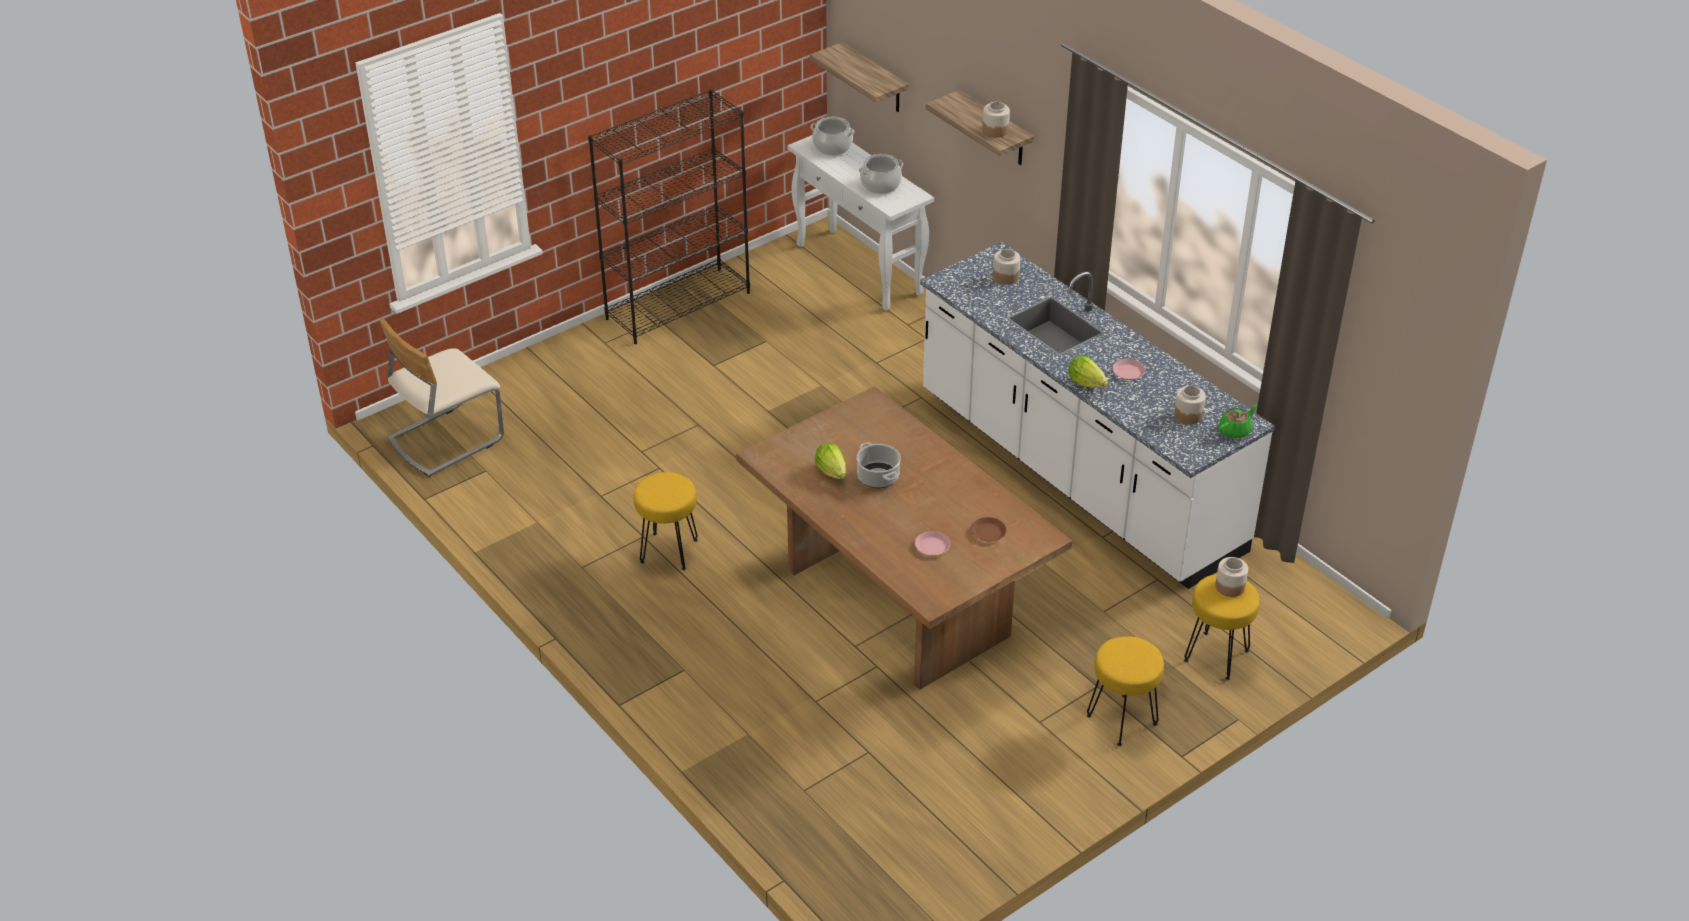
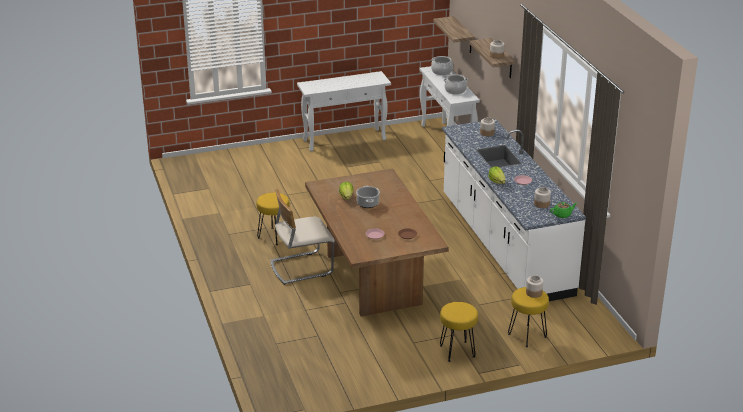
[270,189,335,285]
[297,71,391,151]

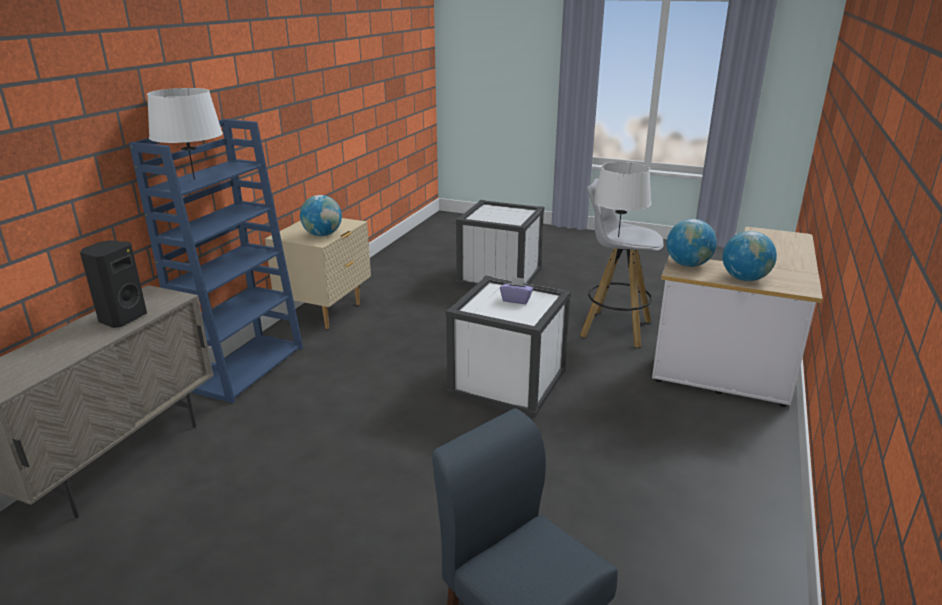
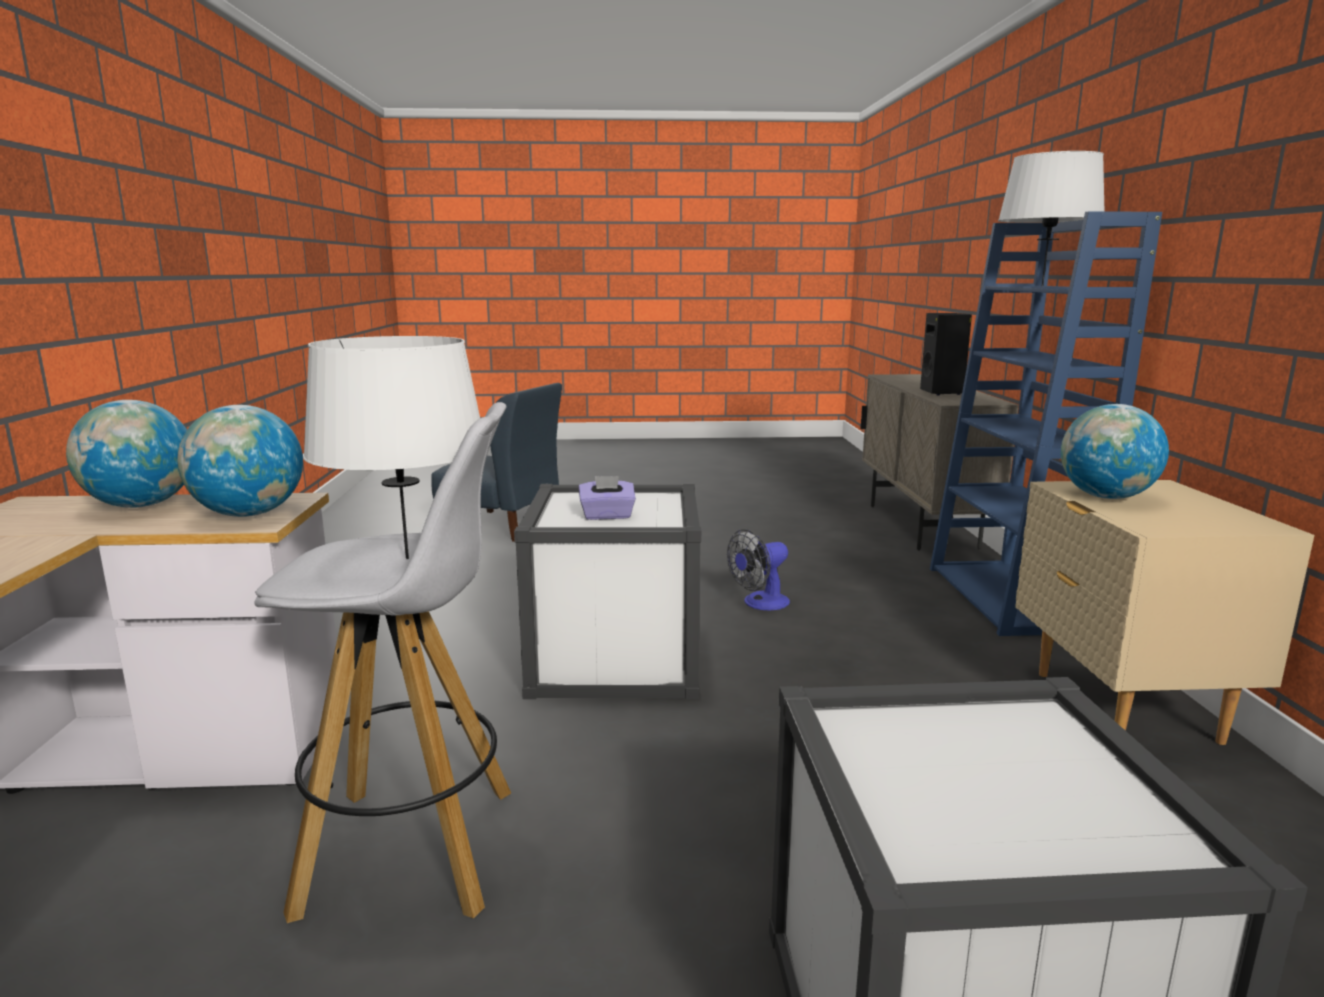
[727,529,790,610]

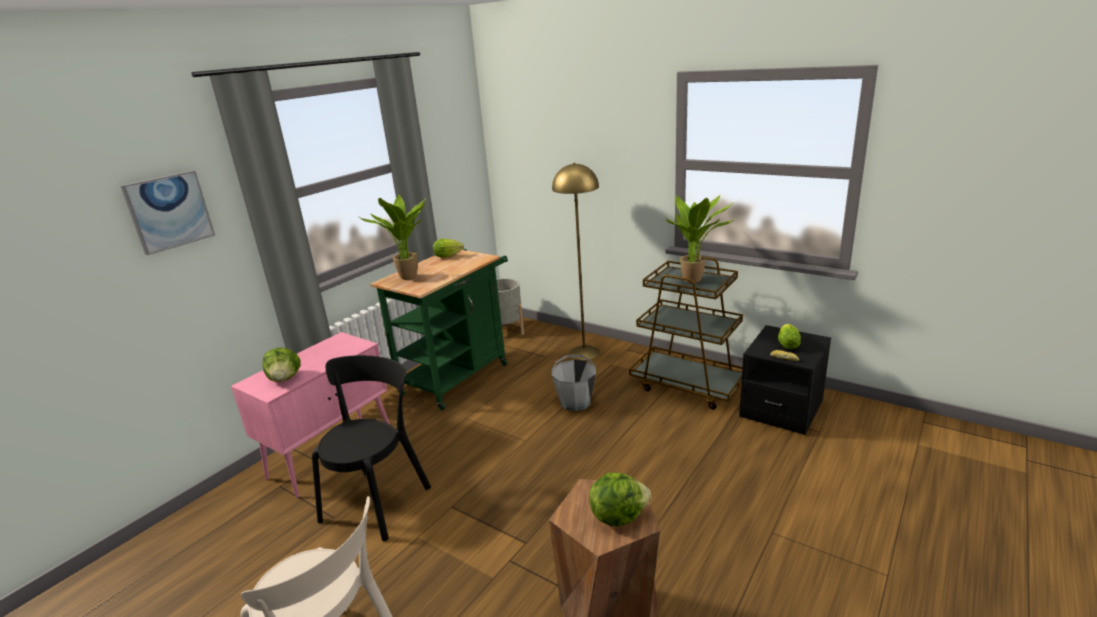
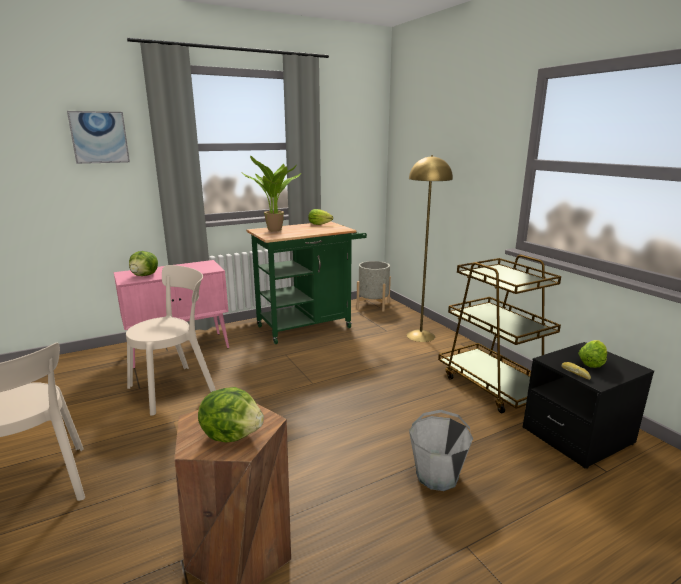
[126,265,216,416]
[409,410,473,491]
[666,195,735,283] (first image)

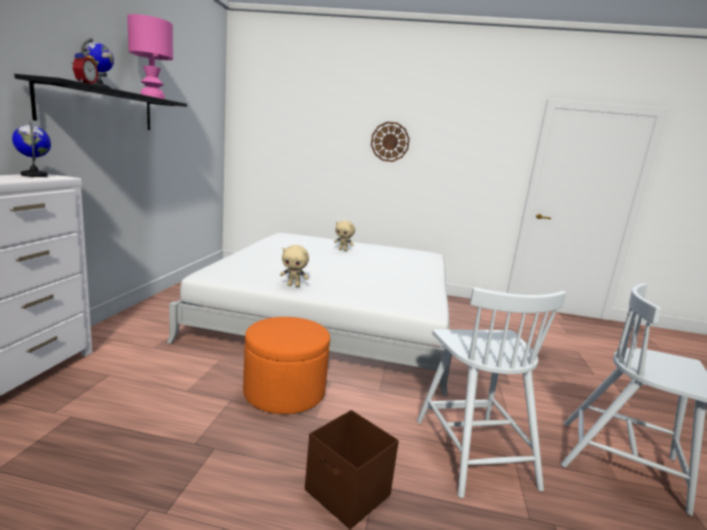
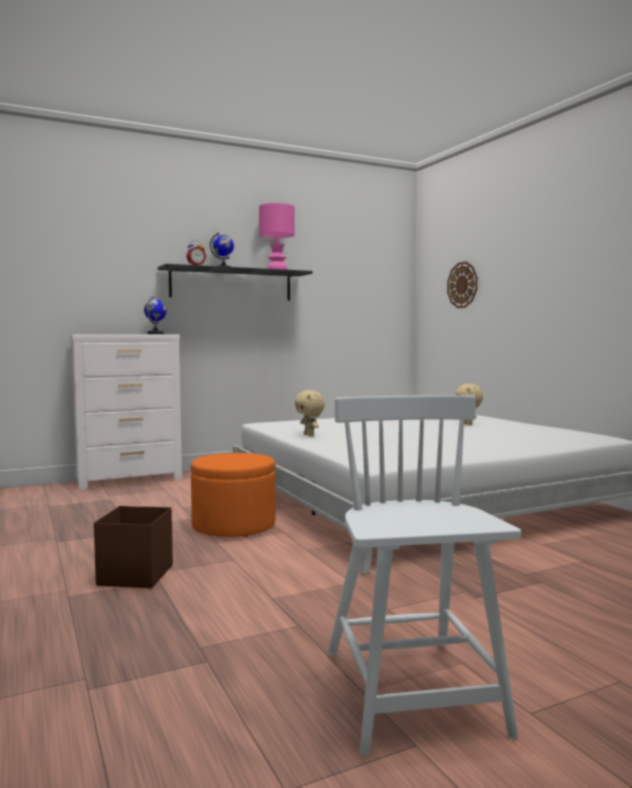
[447,261,477,308]
[417,288,566,498] (first image)

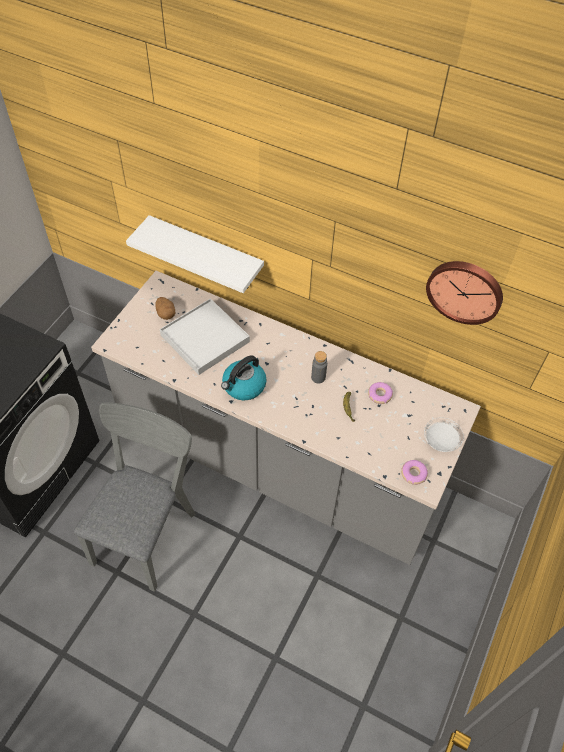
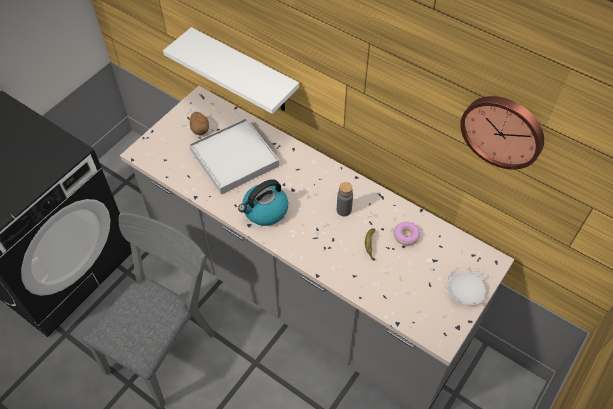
[401,460,428,485] (first image)

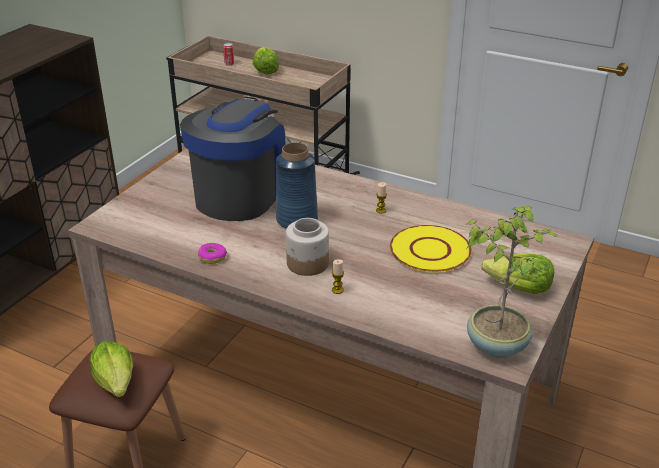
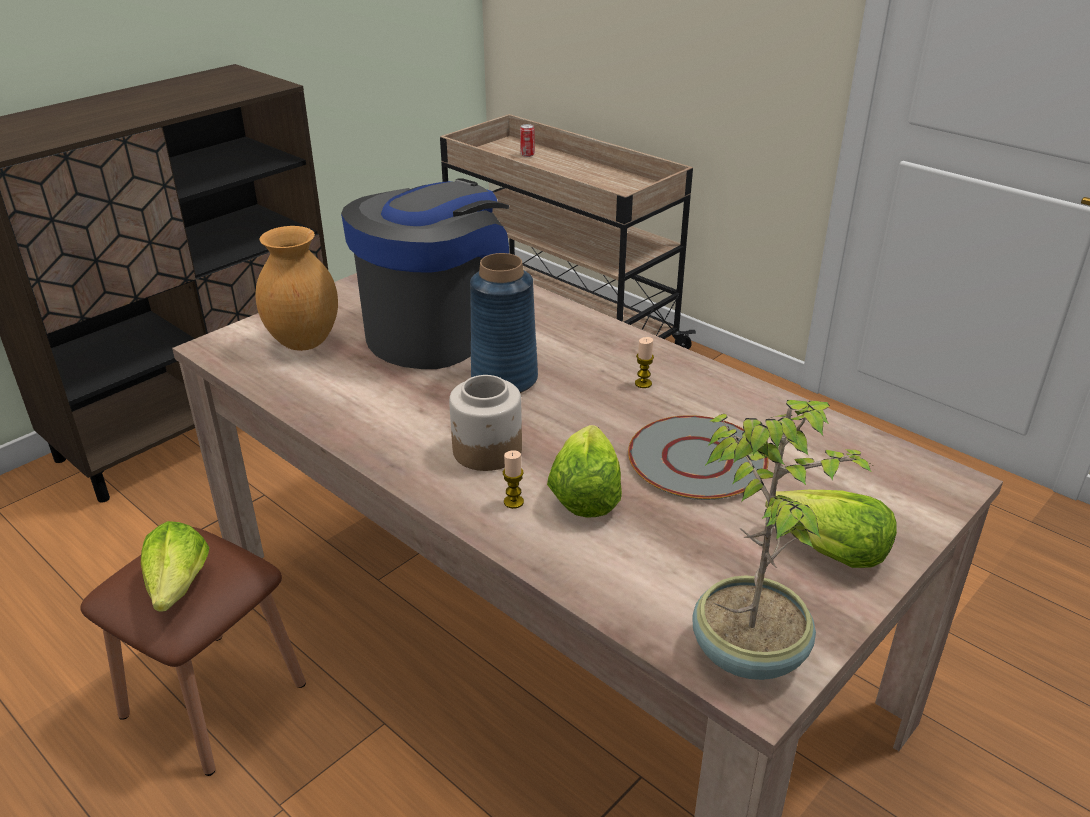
[198,243,227,264] (first image)
[547,425,622,518]
[628,415,768,500]
[256,226,338,351]

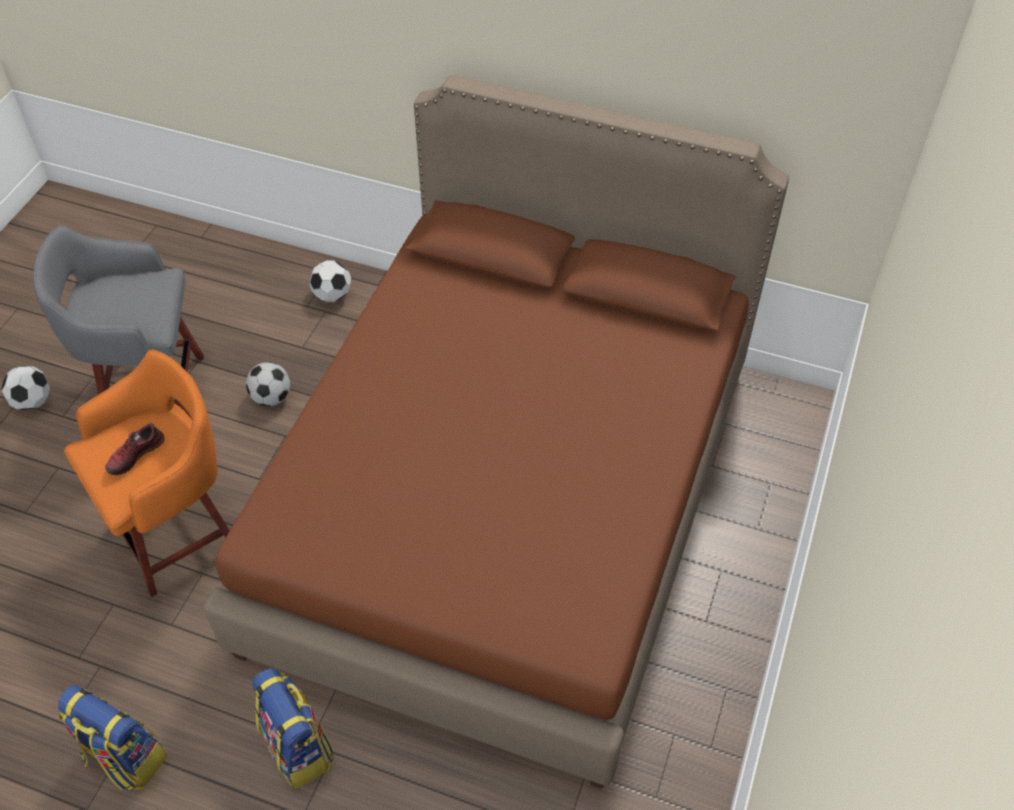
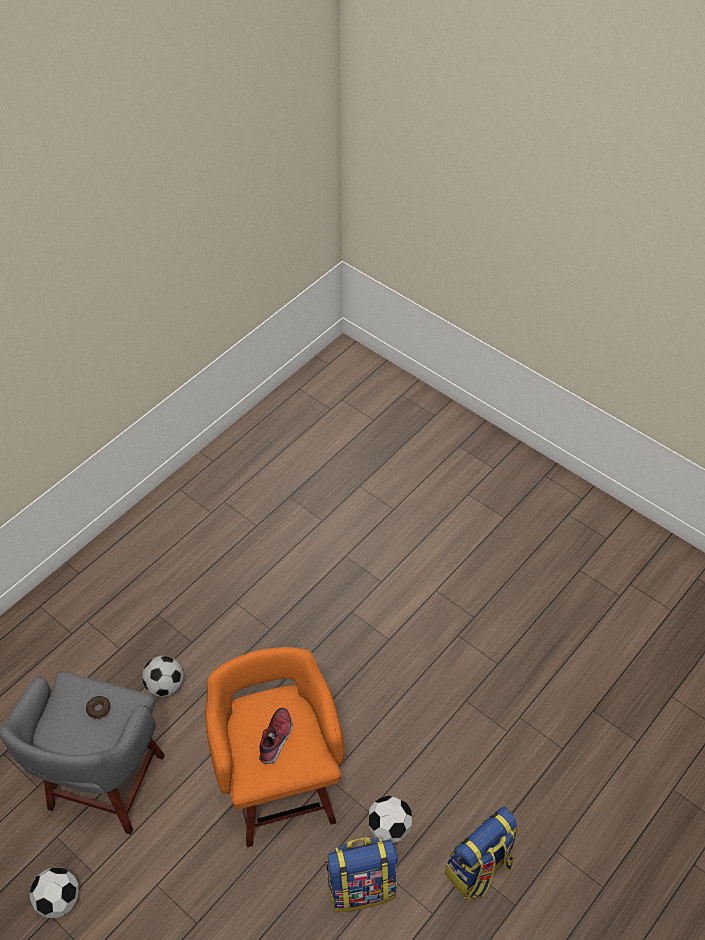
[259,708,293,764]
[204,75,789,789] (first image)
[326,837,398,912]
[369,795,412,843]
[86,696,111,719]

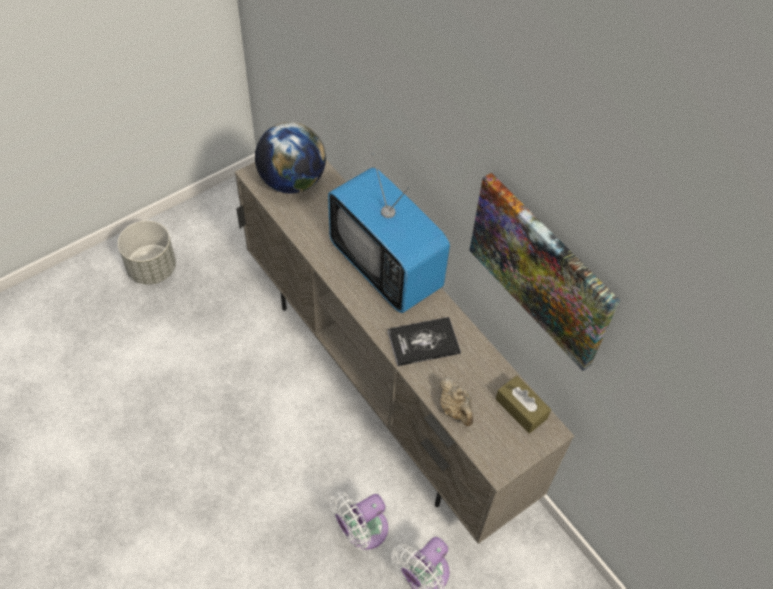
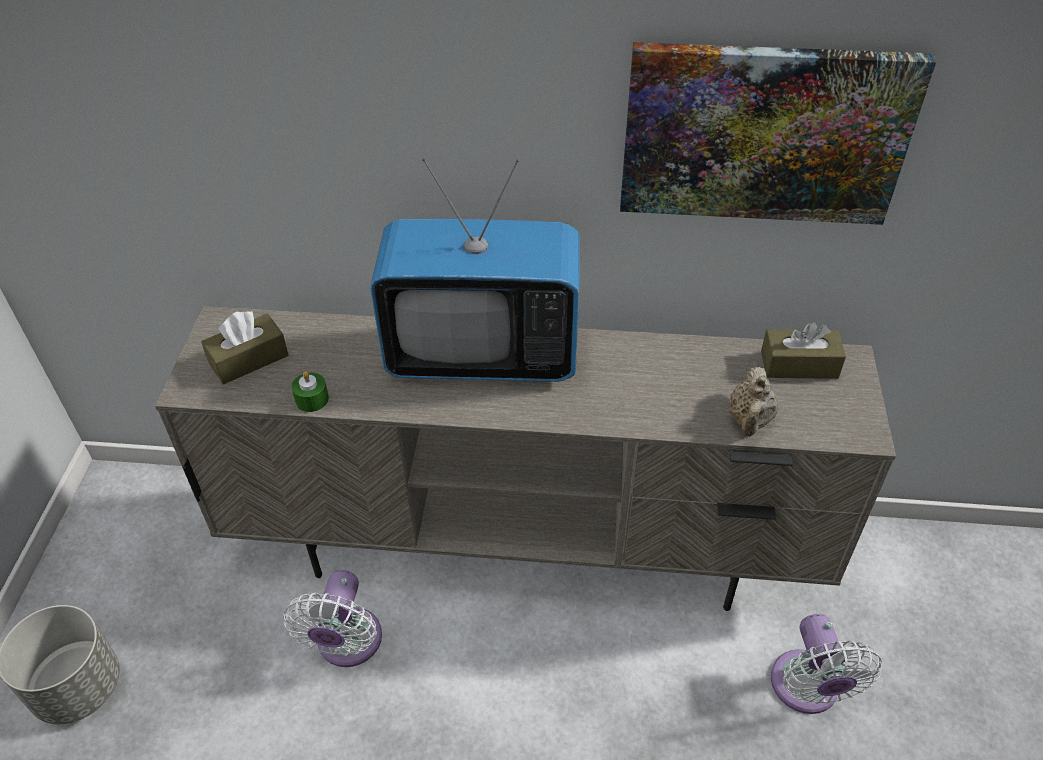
[201,311,288,385]
[283,570,382,667]
[388,317,461,366] (first image)
[729,367,778,437]
[291,371,329,412]

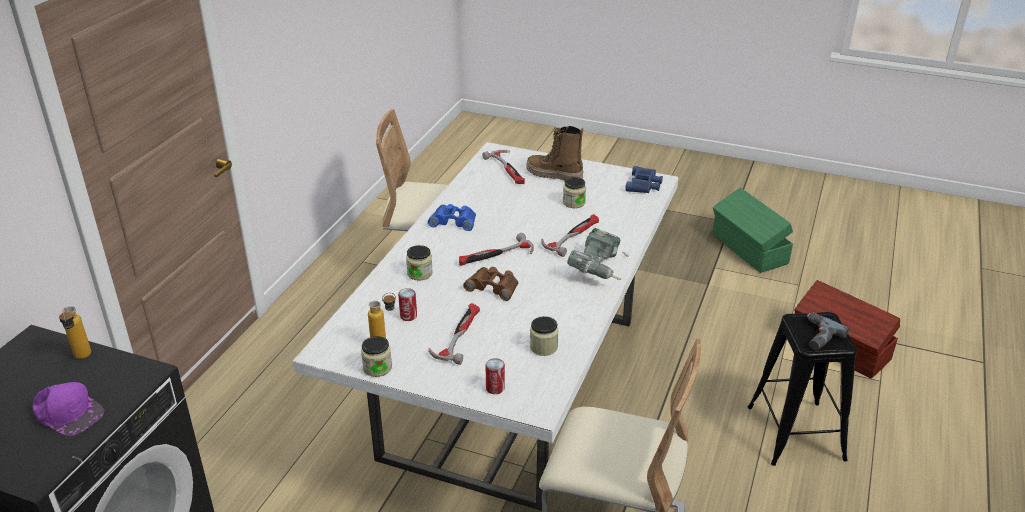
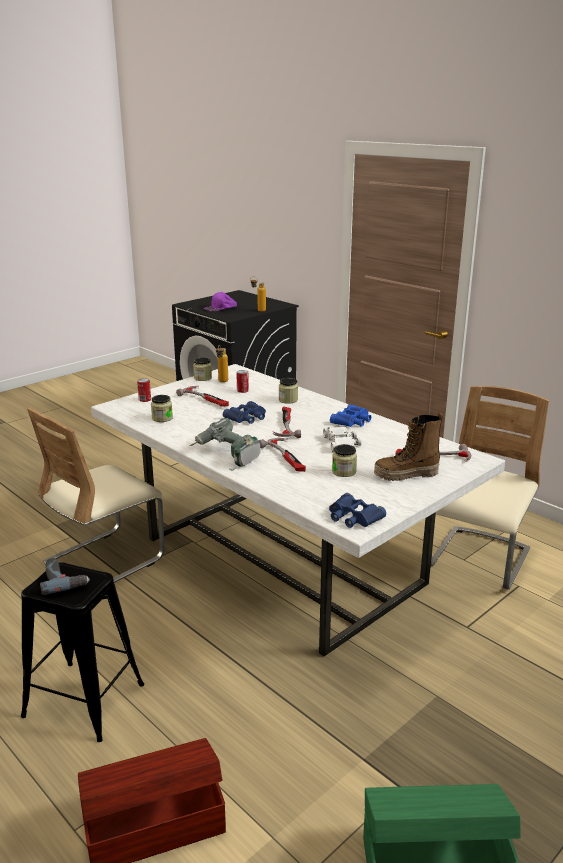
[223,401,266,424]
[374,413,444,481]
[323,427,361,452]

